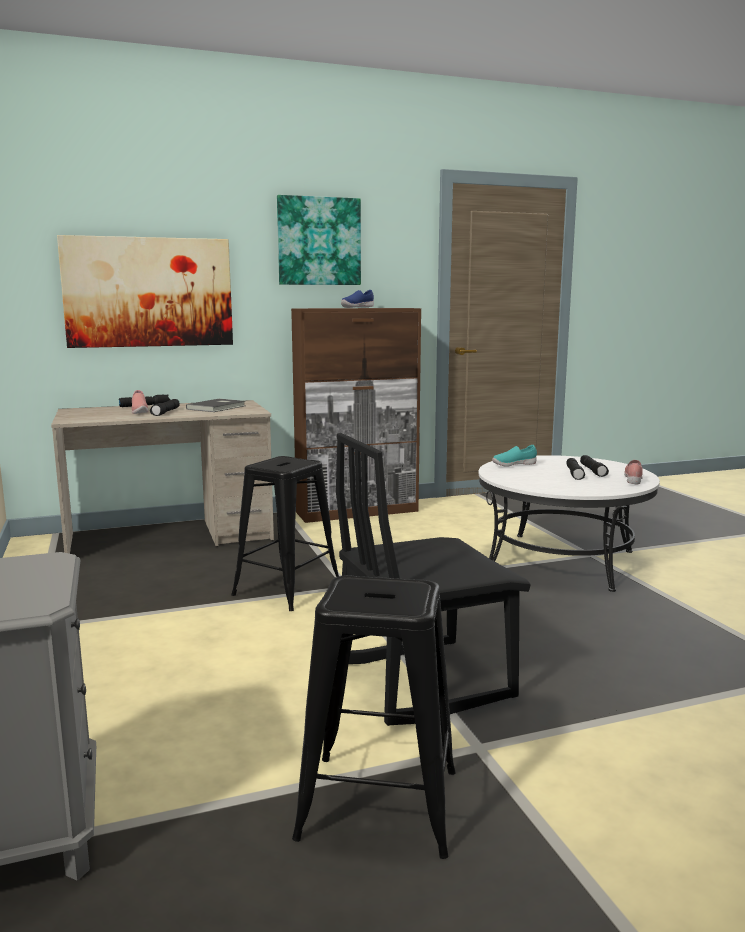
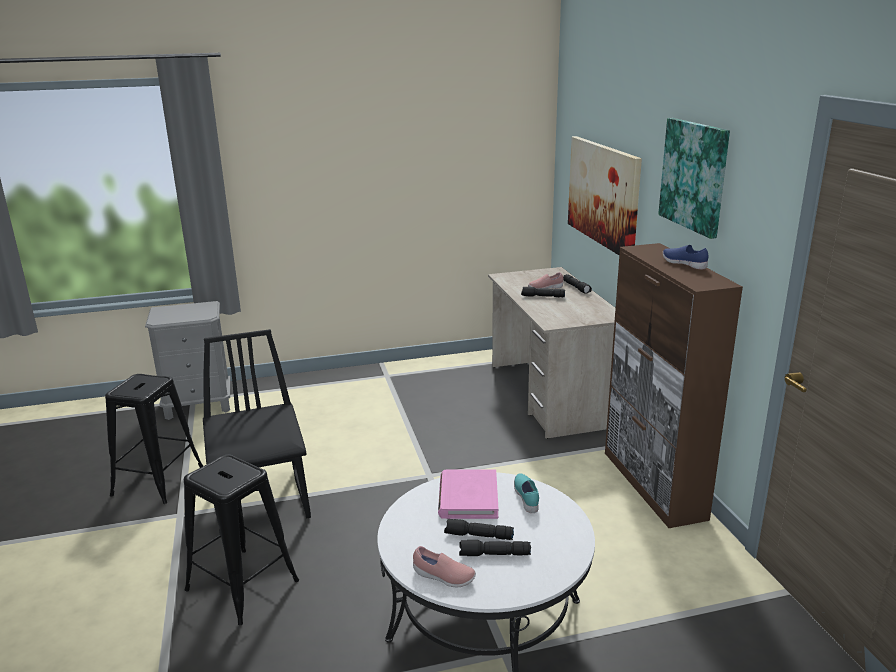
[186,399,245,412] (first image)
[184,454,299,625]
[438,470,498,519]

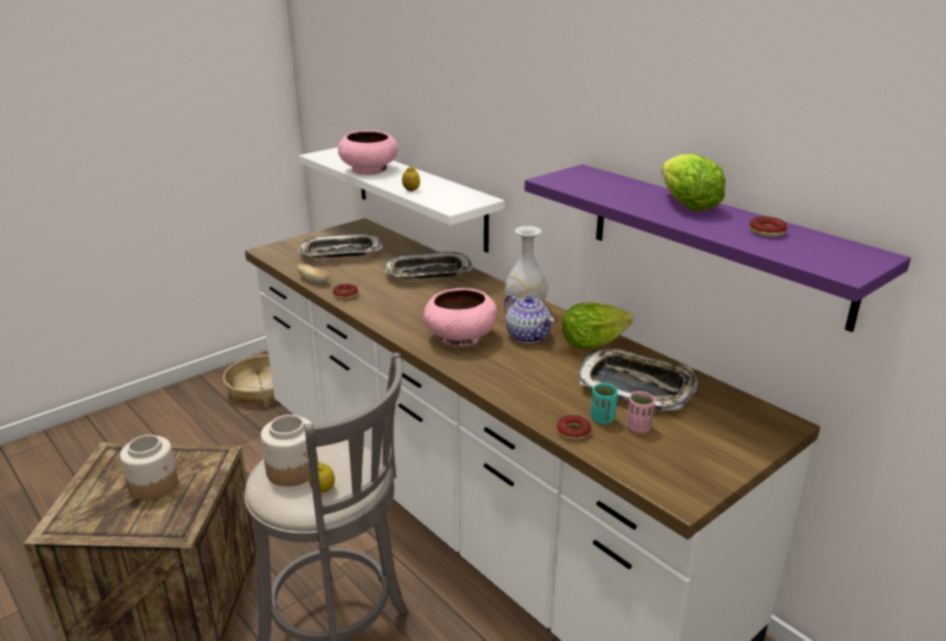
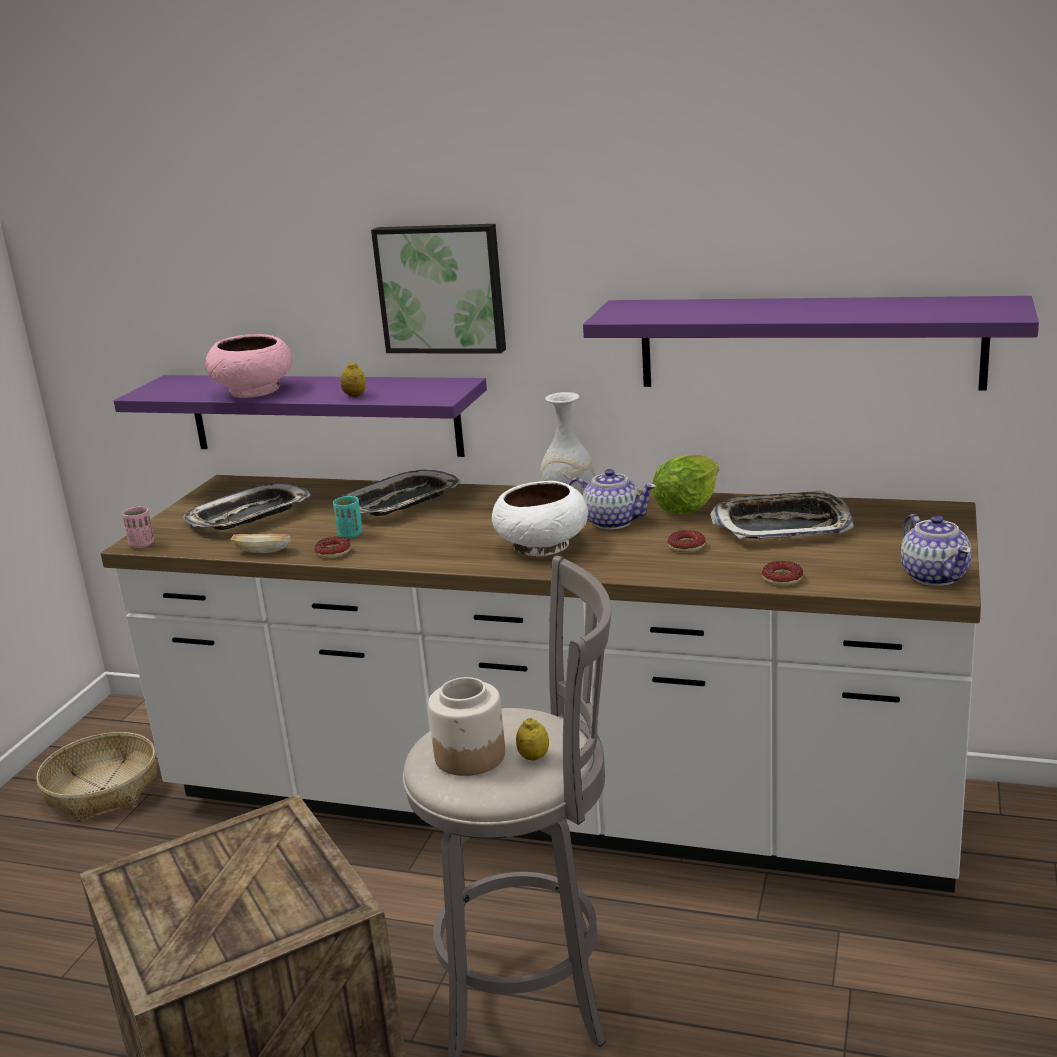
[120,435,178,501] (first image)
[114,375,487,457]
[492,481,588,556]
[333,496,362,538]
[122,507,154,548]
[661,154,726,211] (first image)
[668,530,706,553]
[371,224,506,354]
[901,514,972,586]

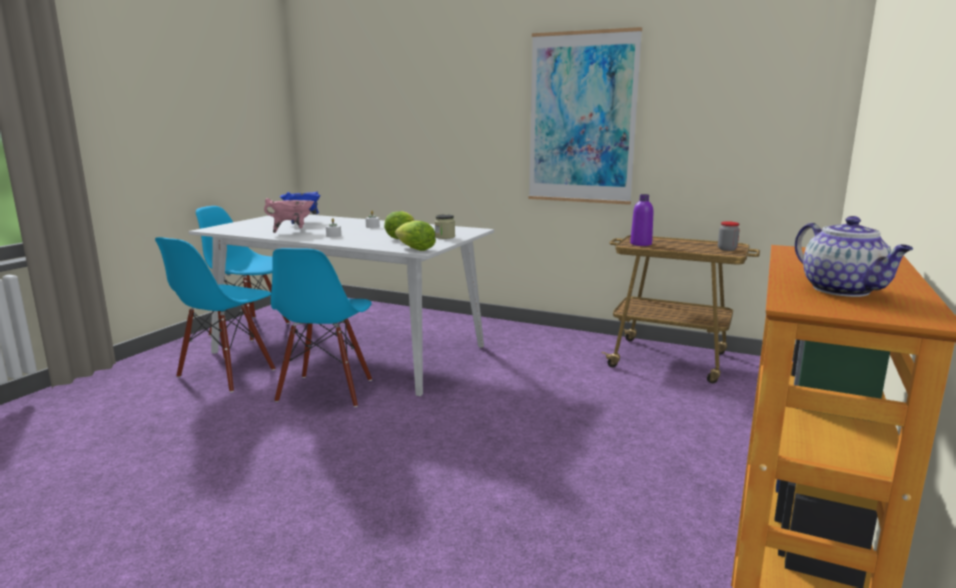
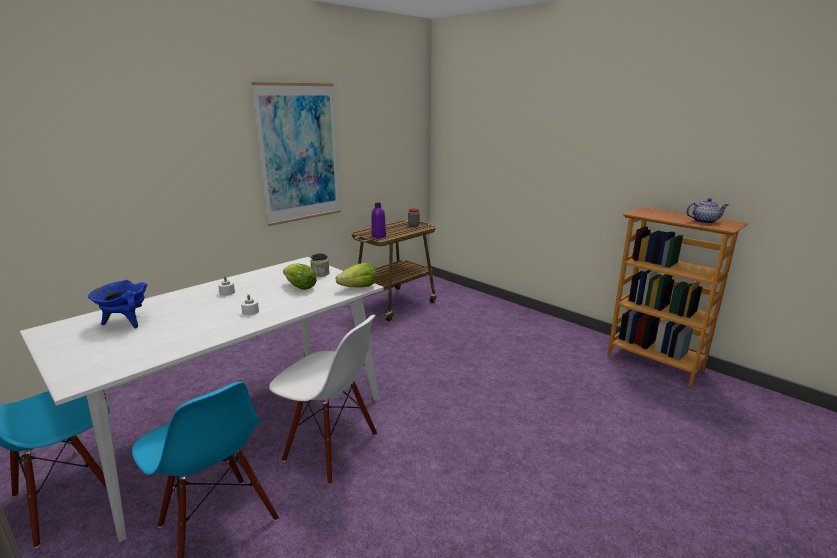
[264,198,314,233] (first image)
[269,315,377,485]

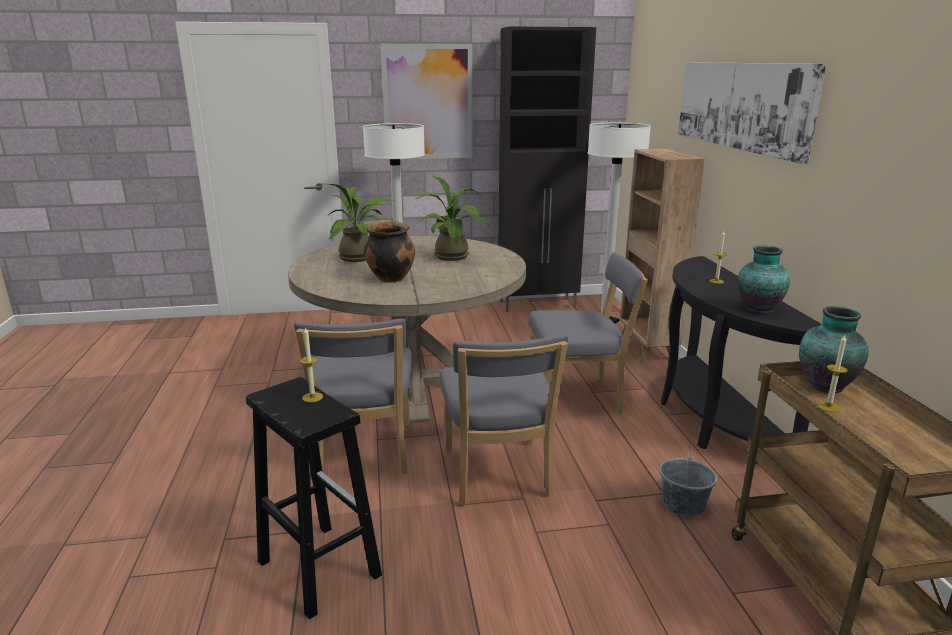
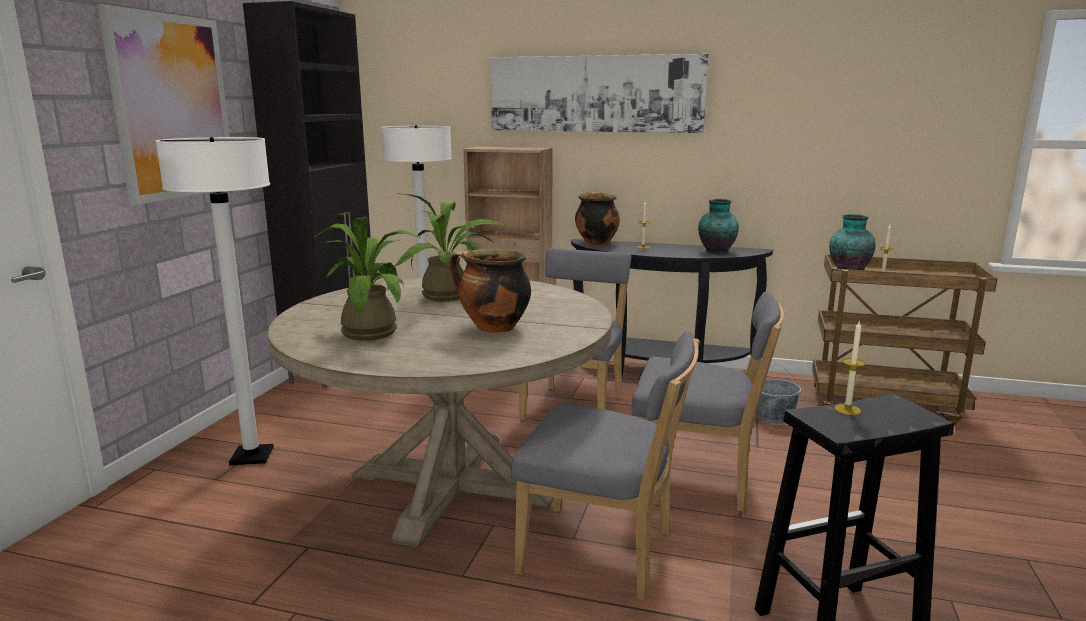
[575,192,620,245]

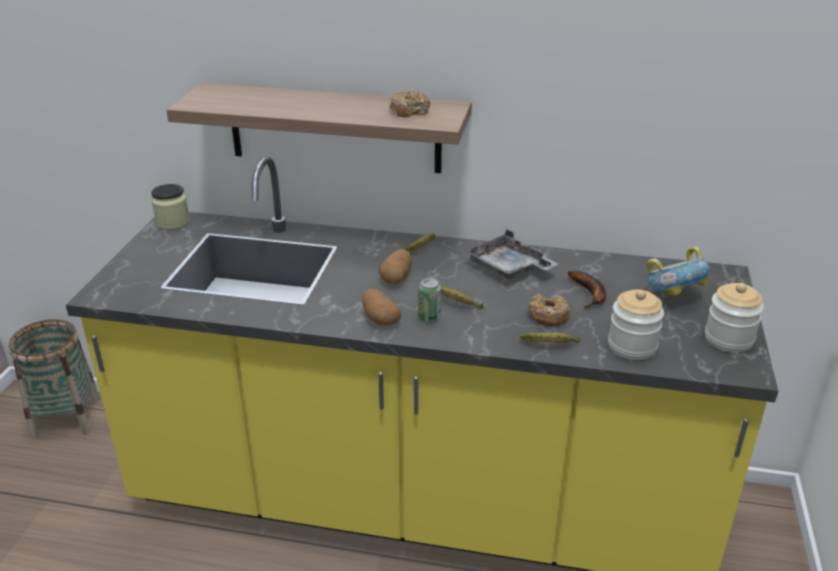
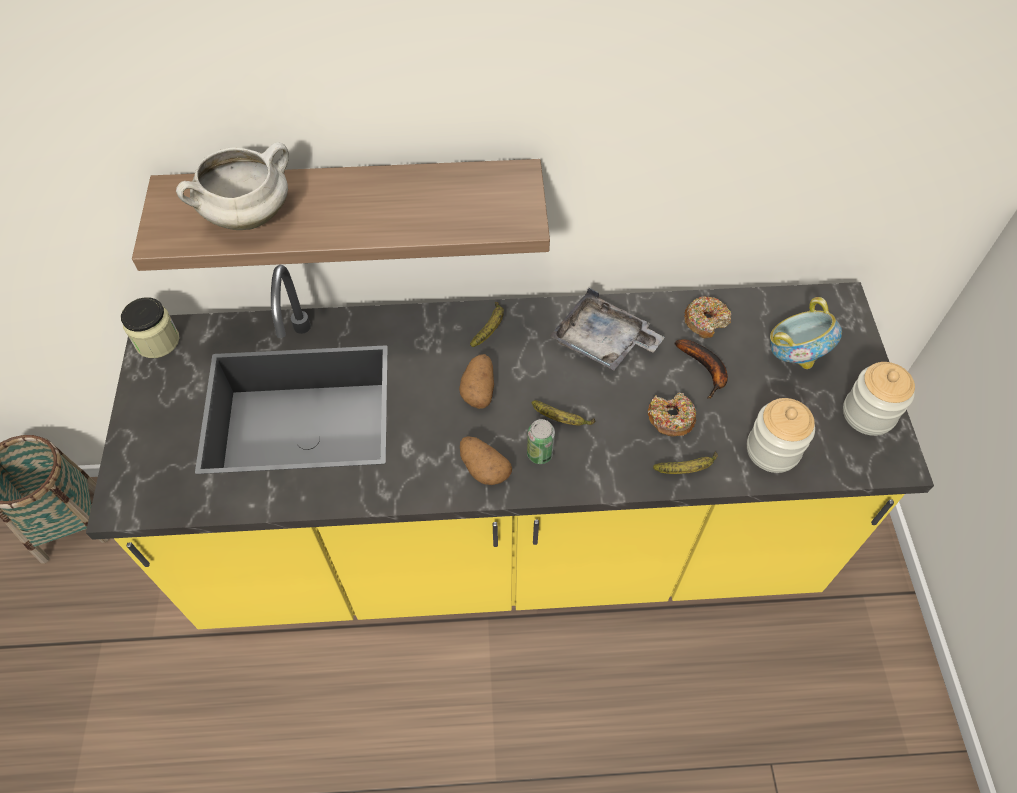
[684,296,731,338]
[176,142,289,230]

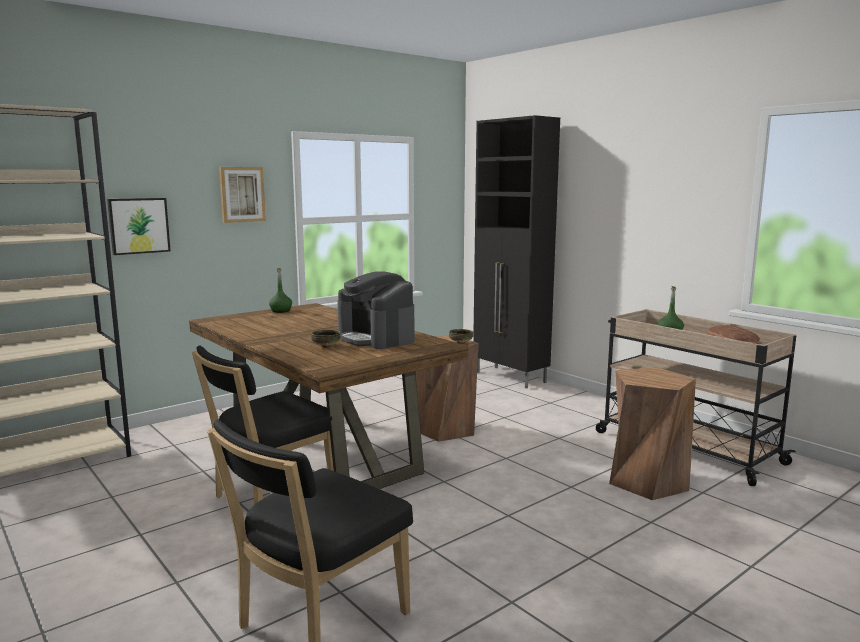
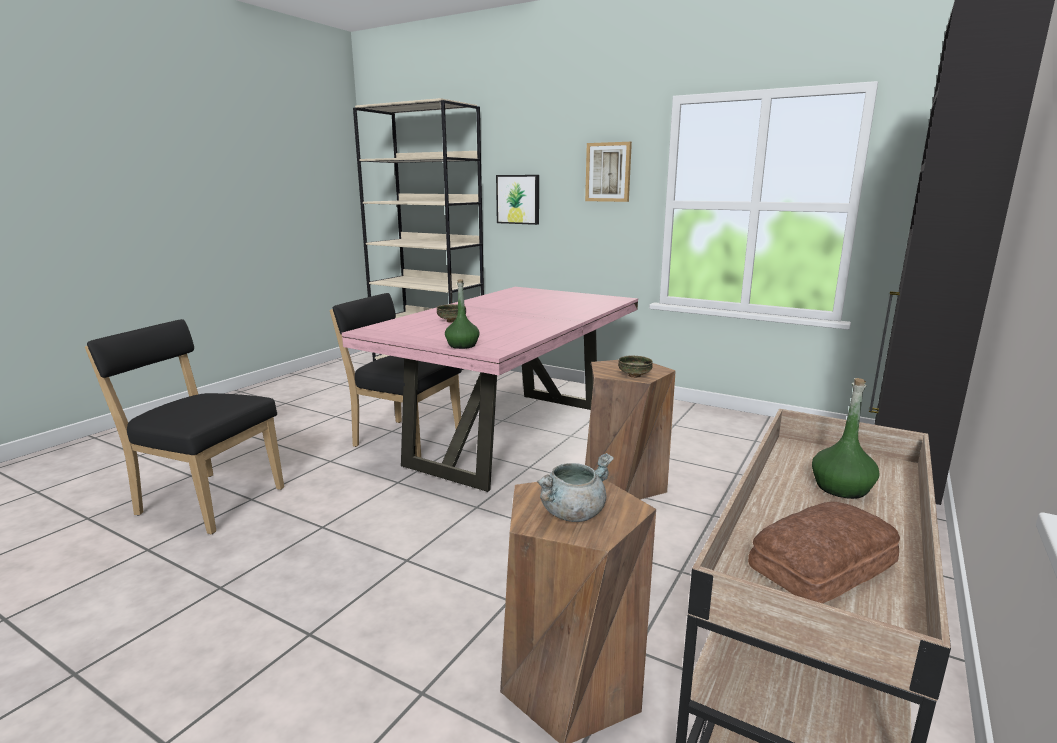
[342,287,638,492]
[445,279,480,349]
[338,271,415,349] (first image)
[537,453,614,522]

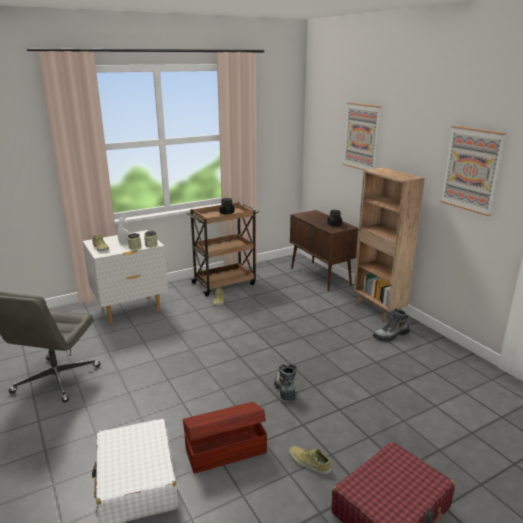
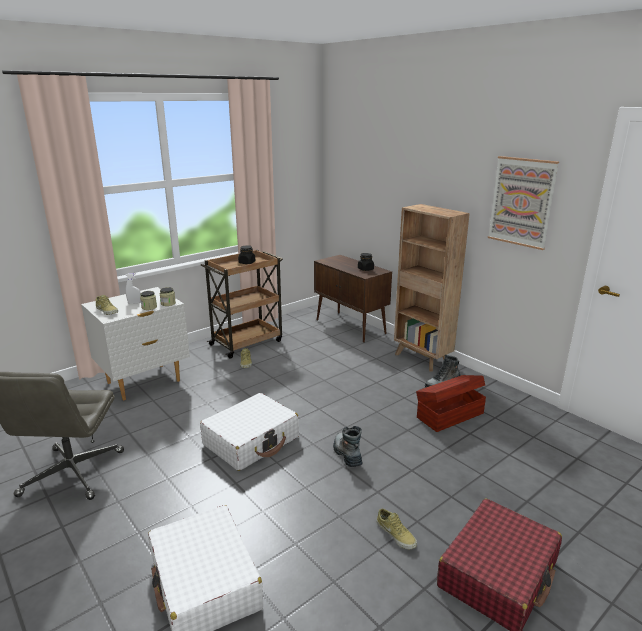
[416,375,486,432]
[377,509,417,549]
[343,102,381,170] (first image)
[200,393,299,471]

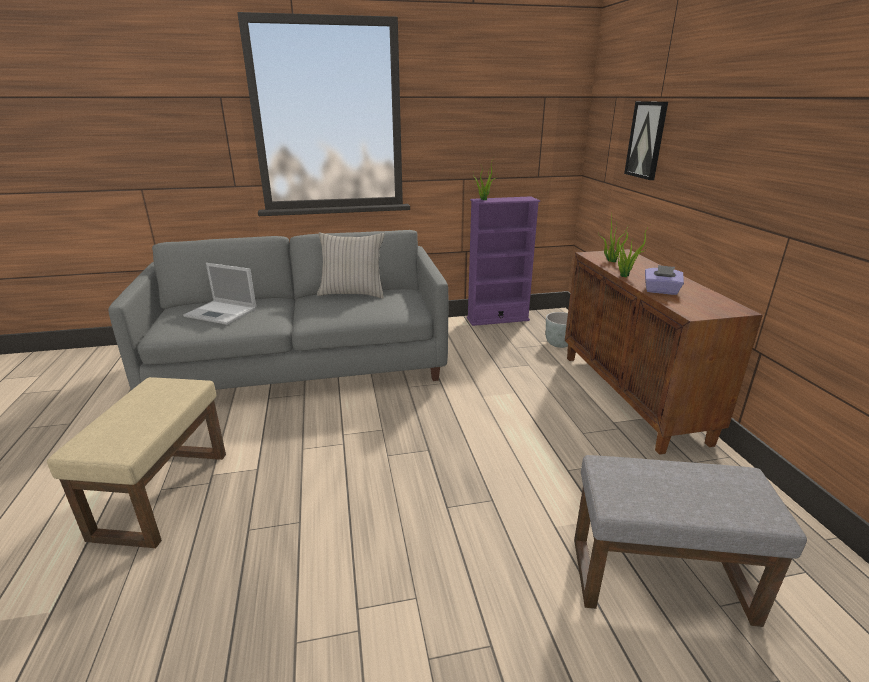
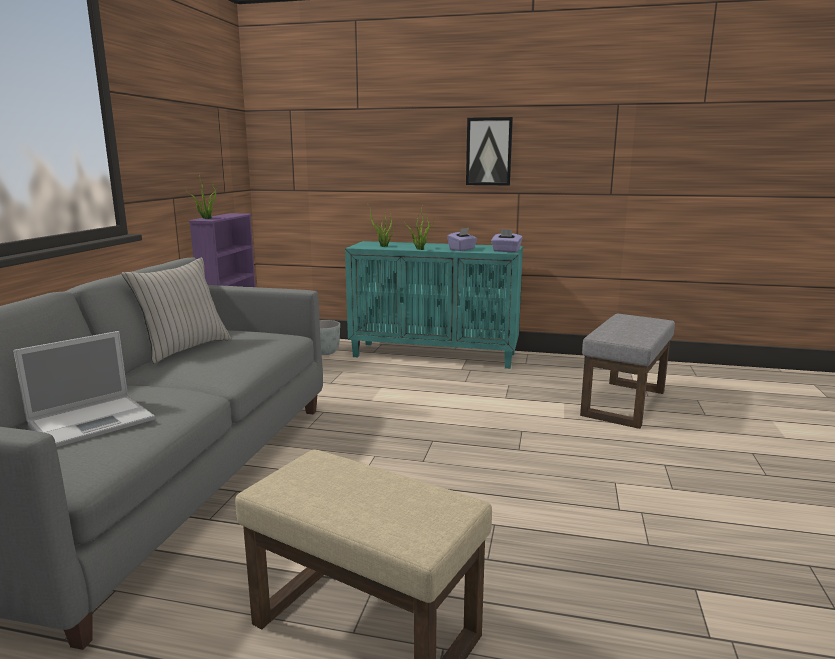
[345,241,523,369]
[466,117,513,185]
[491,229,523,252]

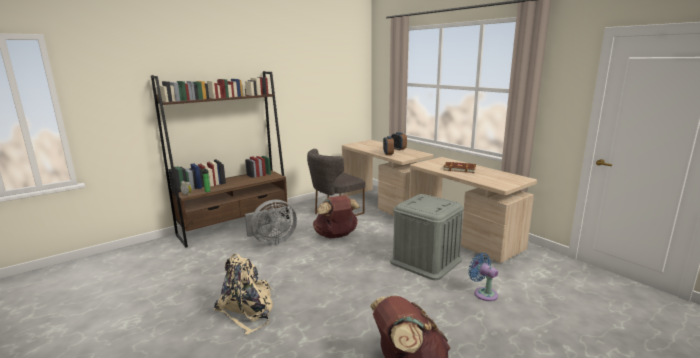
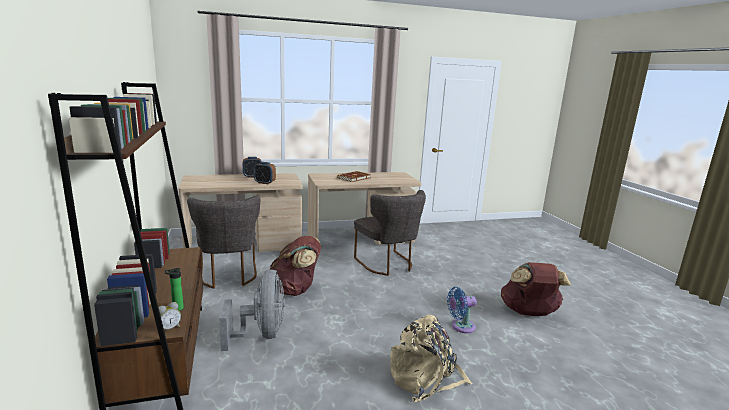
[354,190,426,276]
[447,287,477,333]

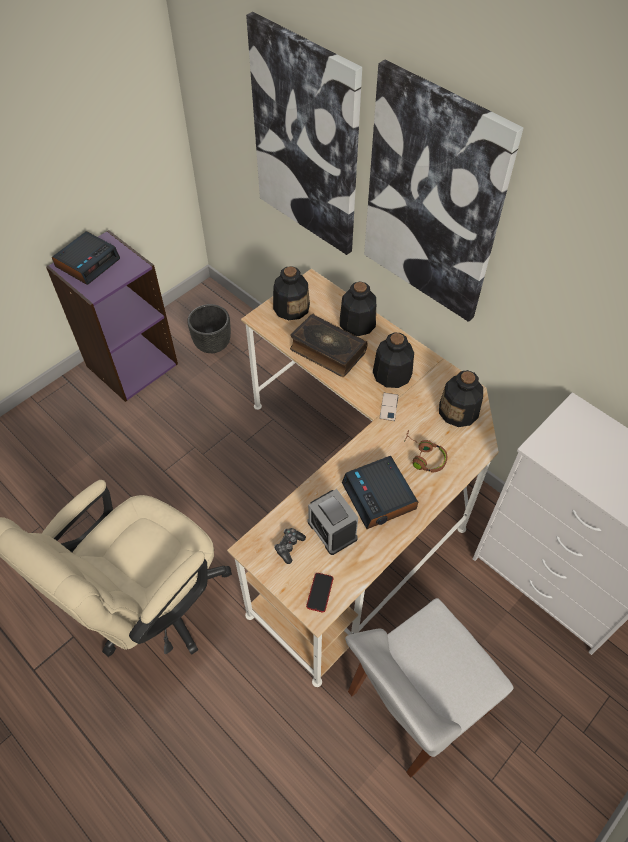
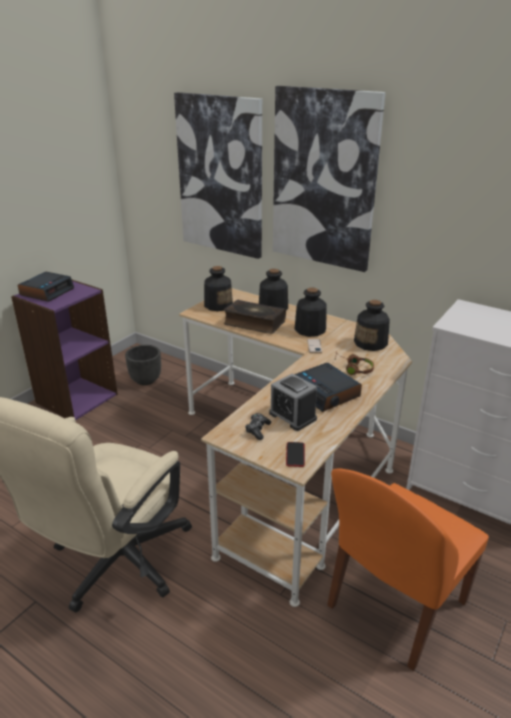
[327,468,489,671]

